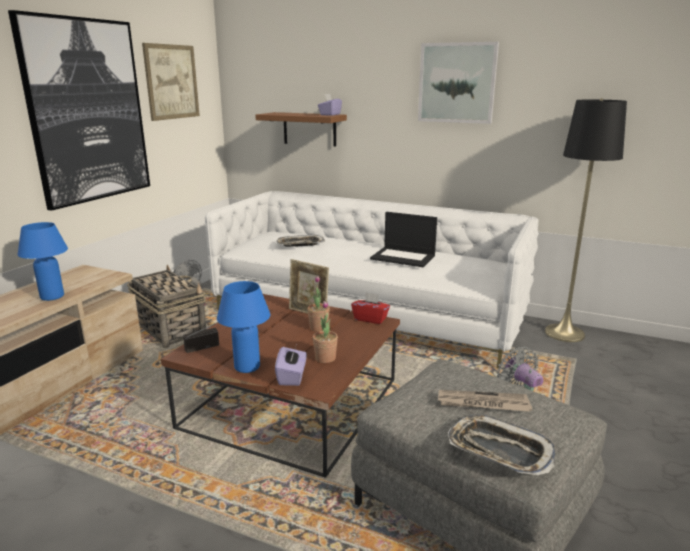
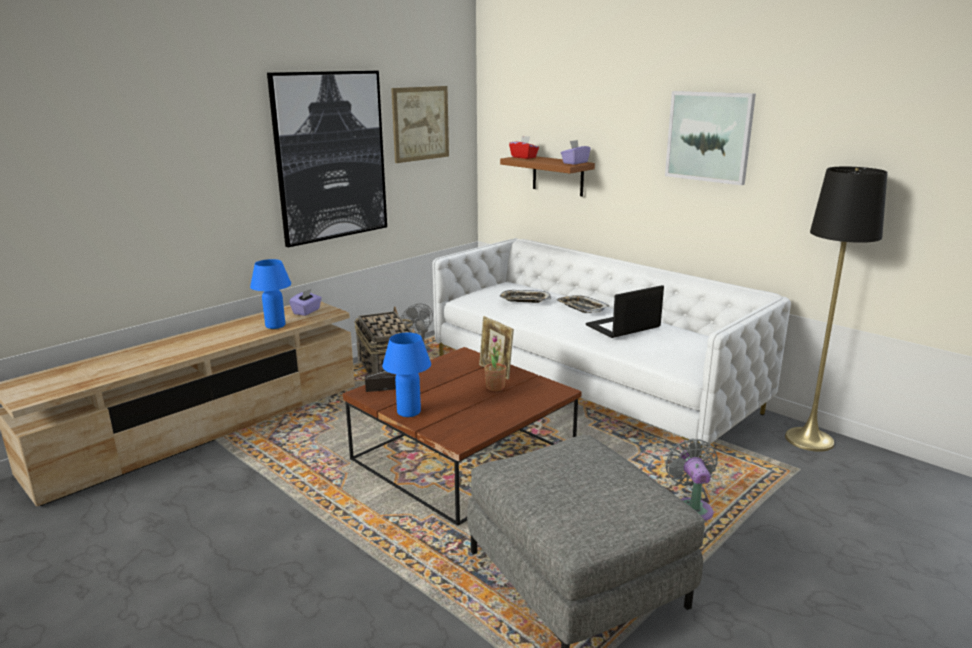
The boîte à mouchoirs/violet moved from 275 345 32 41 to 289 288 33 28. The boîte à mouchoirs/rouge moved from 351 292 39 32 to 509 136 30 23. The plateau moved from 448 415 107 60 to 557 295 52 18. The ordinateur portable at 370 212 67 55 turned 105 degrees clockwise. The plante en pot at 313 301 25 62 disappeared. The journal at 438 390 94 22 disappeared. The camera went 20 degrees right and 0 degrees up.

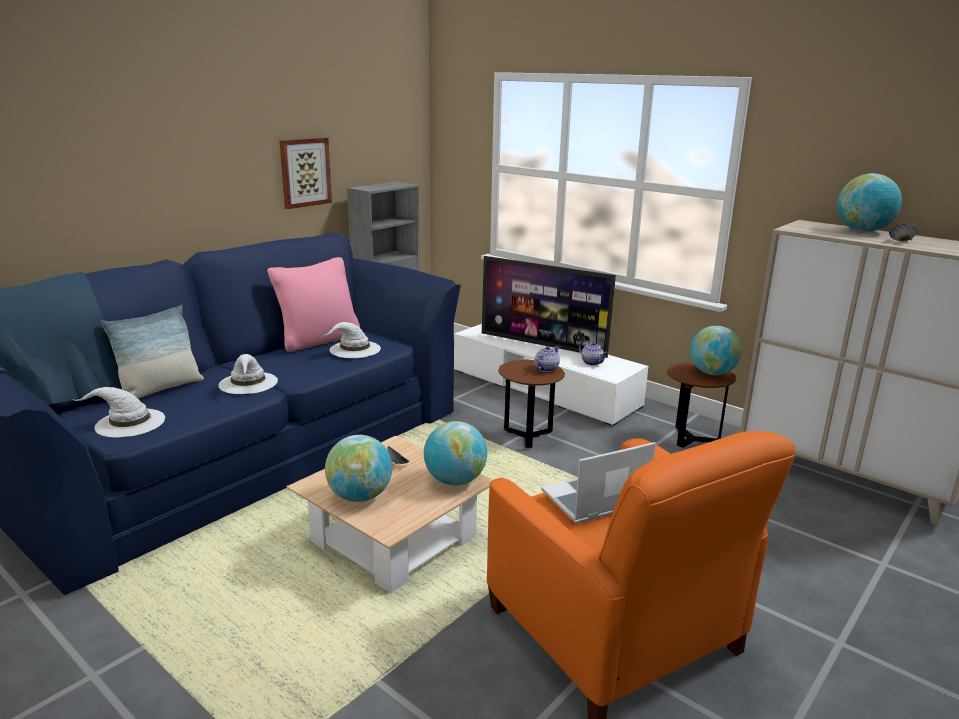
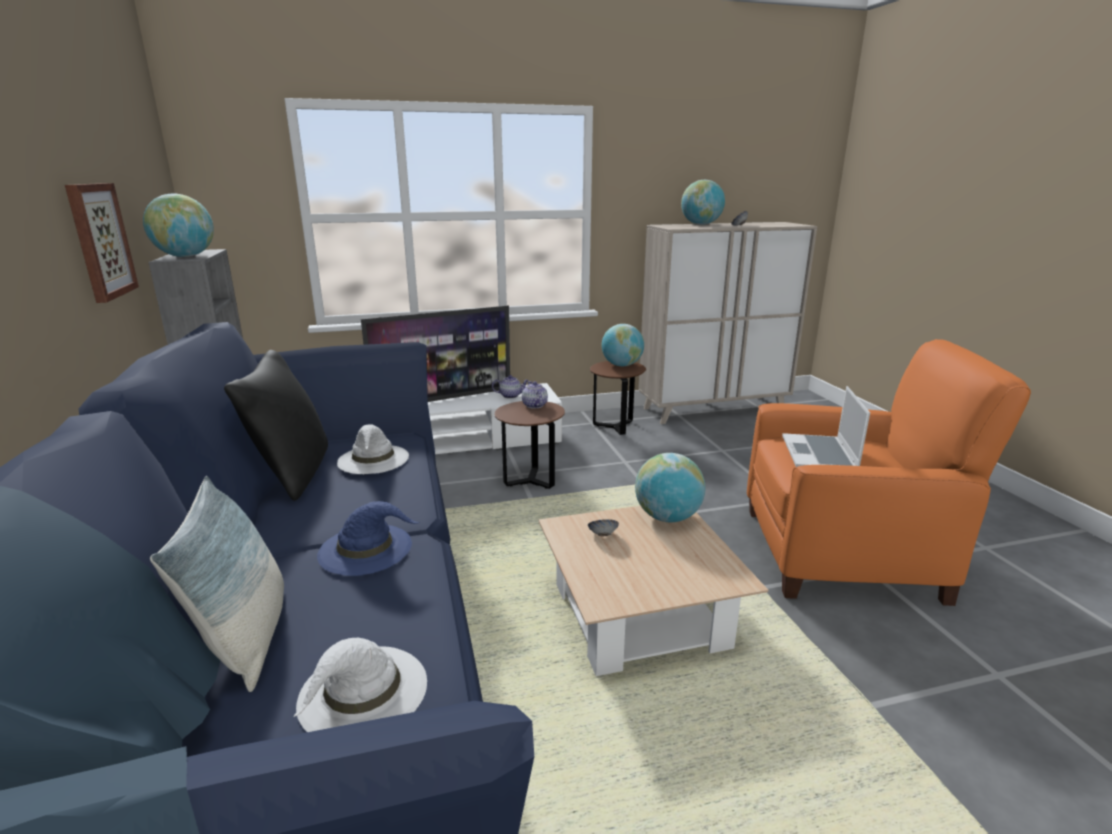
The globe moved from 325 435 67 67 to 143 193 71 64. The coussin/rose at 267 257 94 95 became the coussin/noir at 224 350 104 151. The chapeau/blanc at 218 354 60 40 became the chapeau/bleu at 317 501 103 75. The camera went 55 degrees left and 0 degrees up.

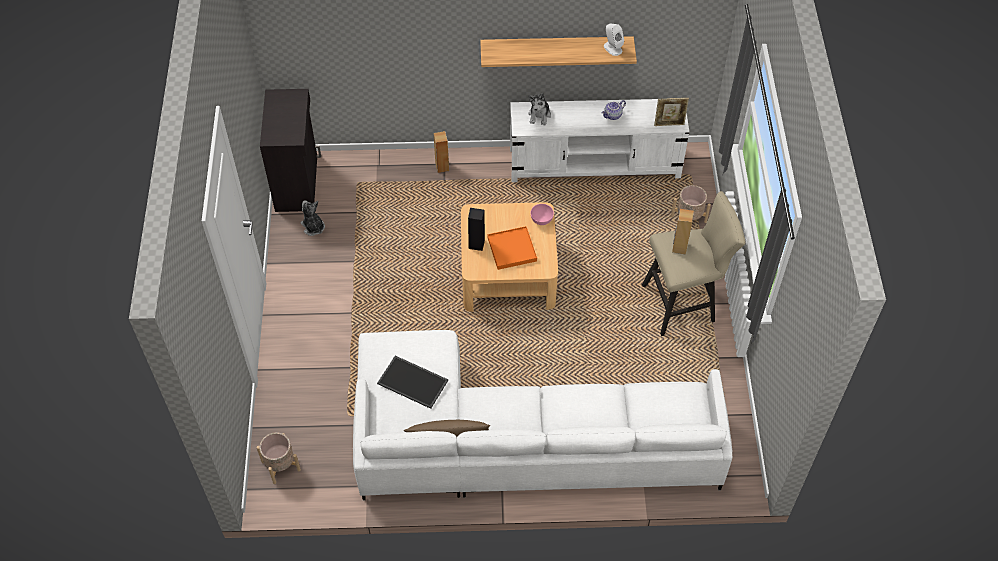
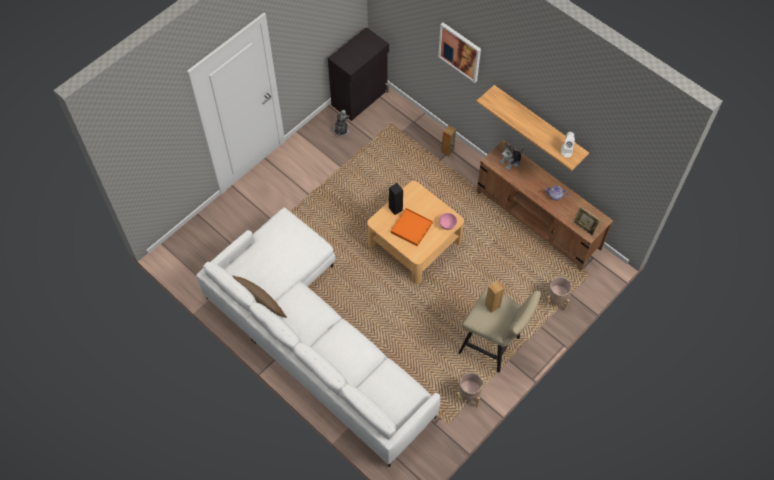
The tableau at 438 23 43 60 appeared. The cache-pot/beige moved from 257 432 44 52 to 456 372 28 35. The meuble télé/blanc at 510 99 179 83 became the meuble télé/marron at 476 140 137 131. The plateau at 377 356 71 53 disappeared. The camera went 45 degrees right and 5 degrees up.

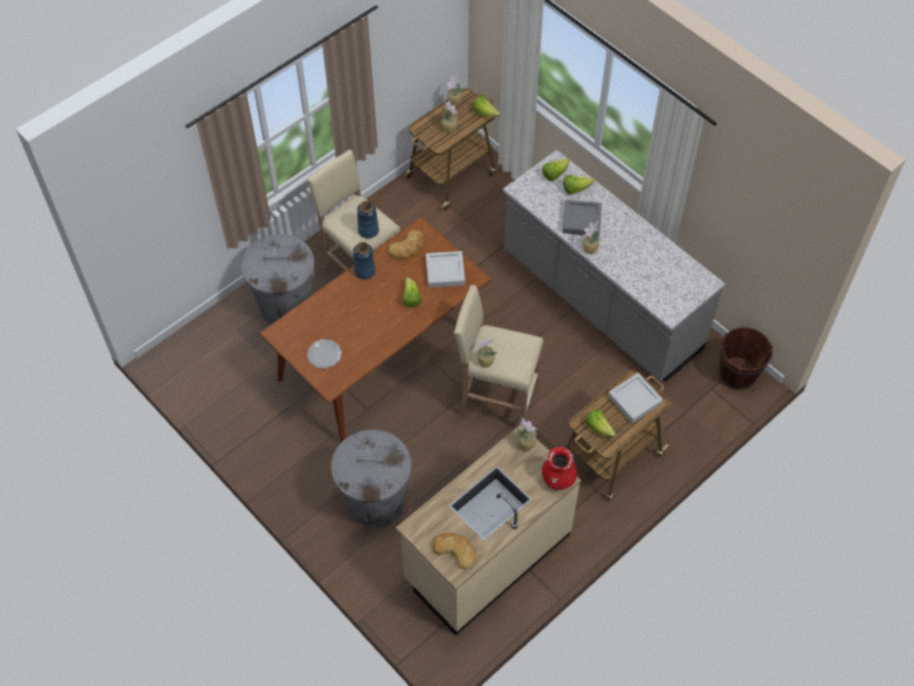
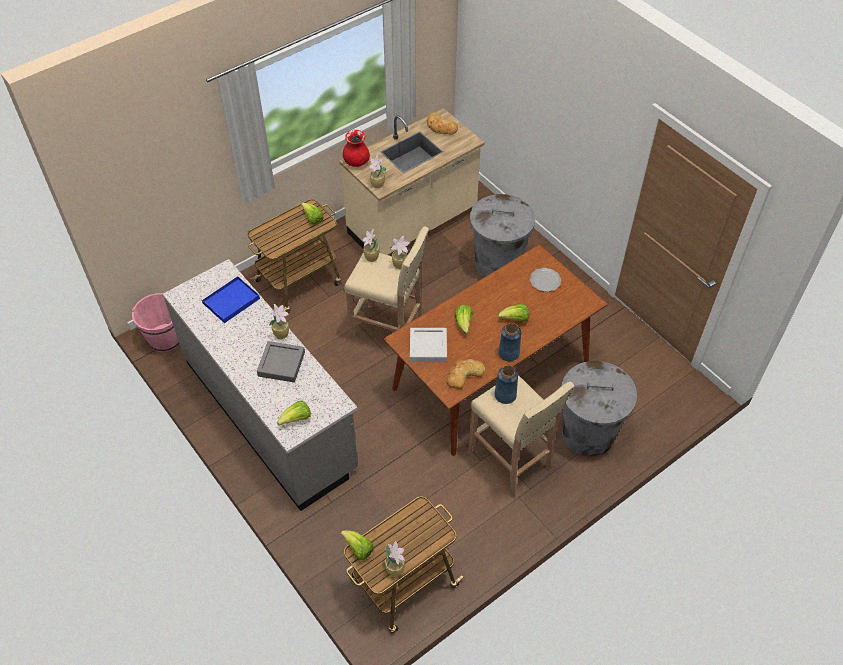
The seau/marron at 719 327 54 63 became the seau/rose at 132 293 47 59. The plateau/bleu at 201 275 59 48 appeared. The plante en pot moved from 441 100 17 33 to 362 229 17 33. The laitue moved from 563 175 31 19 to 498 304 31 18. The plateau/gris at 608 373 55 50 disappeared. The camera went 175 degrees left and 5 degrees down.

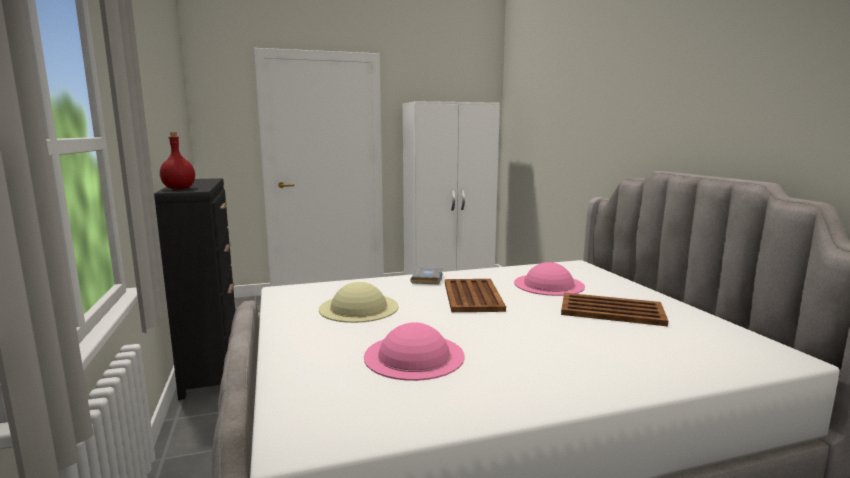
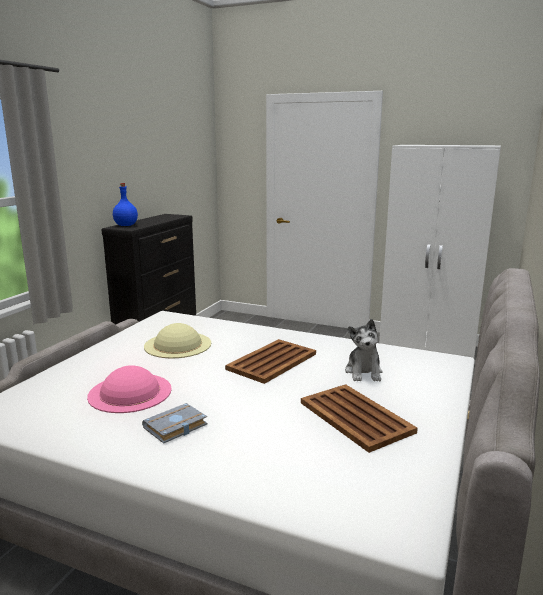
The bouteille/rouge at 160 132 35 57 became the bouteille/bleu at 113 183 25 43. The livre/gris moved from 410 267 33 17 to 142 403 66 41. The chapeau/rose at 514 262 71 34 was replaced by the peluche at 345 319 38 62. The camera went 40 degrees right and 5 degrees up.

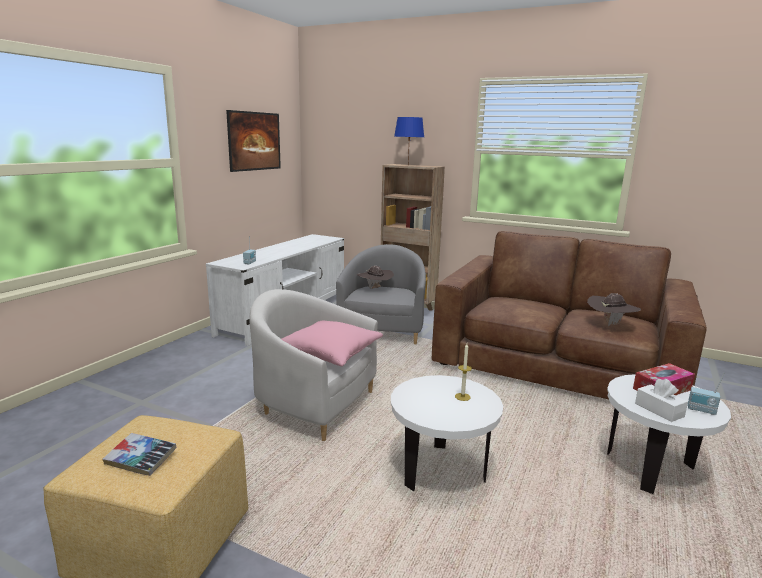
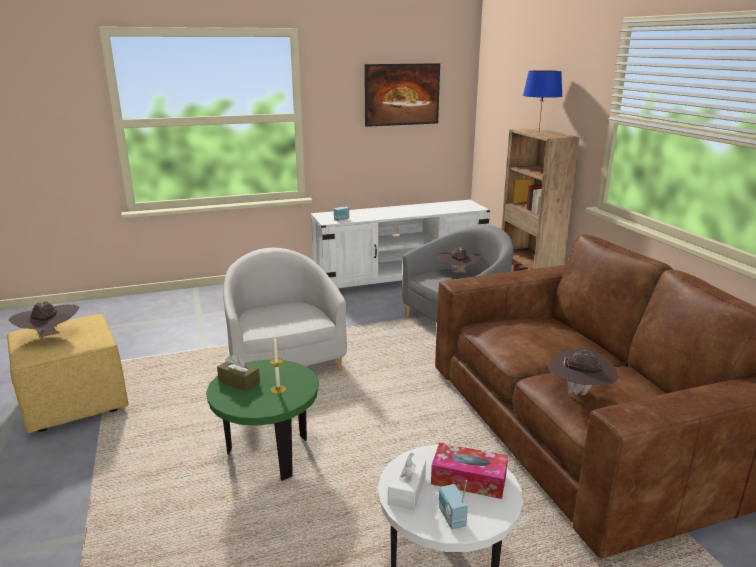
The livre at 102 433 75 43 was replaced by the chapeau/marron at 8 301 71 36. The table d'appoint/blanc at 391 375 112 116 became the table d'appoint/vert at 206 359 113 122. The boîte à mouchoirs/marron at 217 354 43 38 appeared. The coussin/rose at 282 321 101 45 disappeared. The camera went 45 degrees right and 5 degrees up.

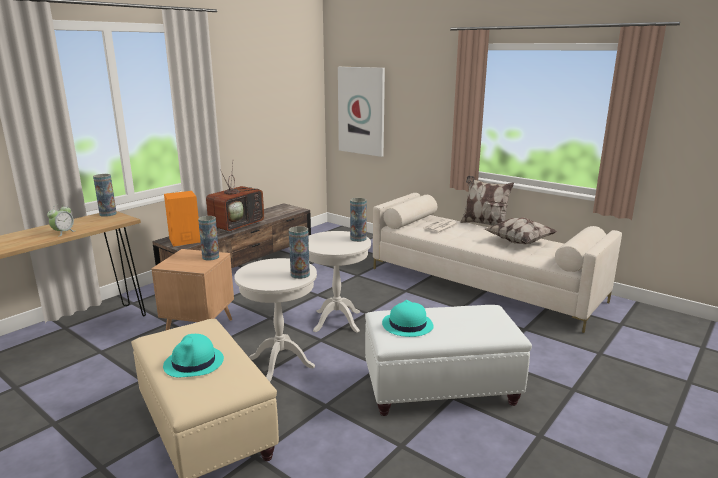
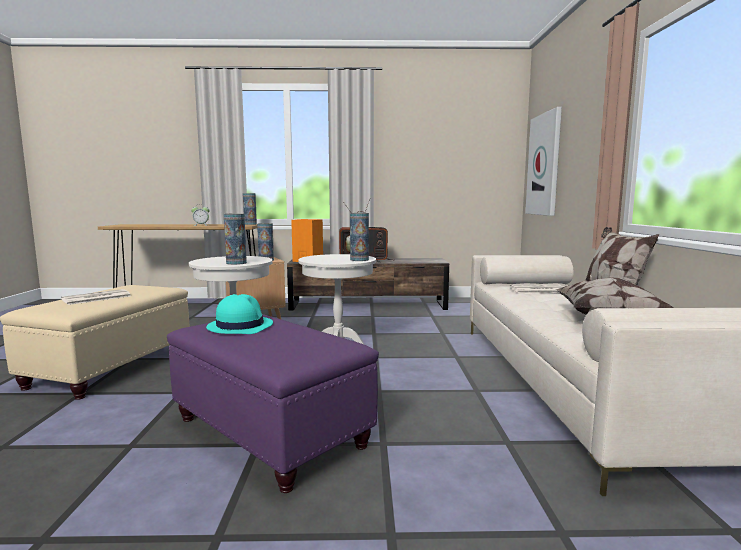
The chapeau/turquoise at 163 334 61 43 was replaced by the journal at 61 289 69 16. The pouf/blanc at 365 305 167 111 became the pouf/violet at 167 314 212 179. The camera went 50 degrees right and 10 degrees down.

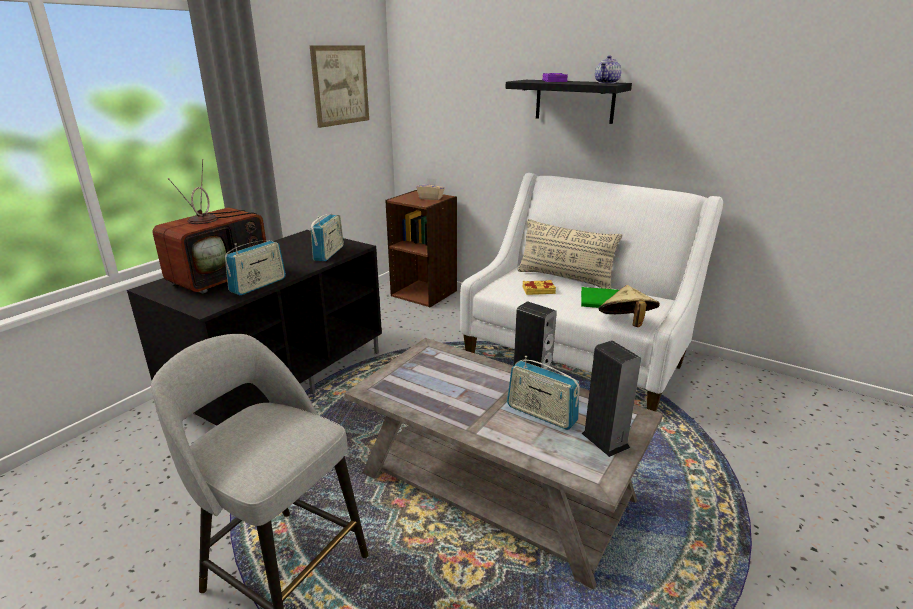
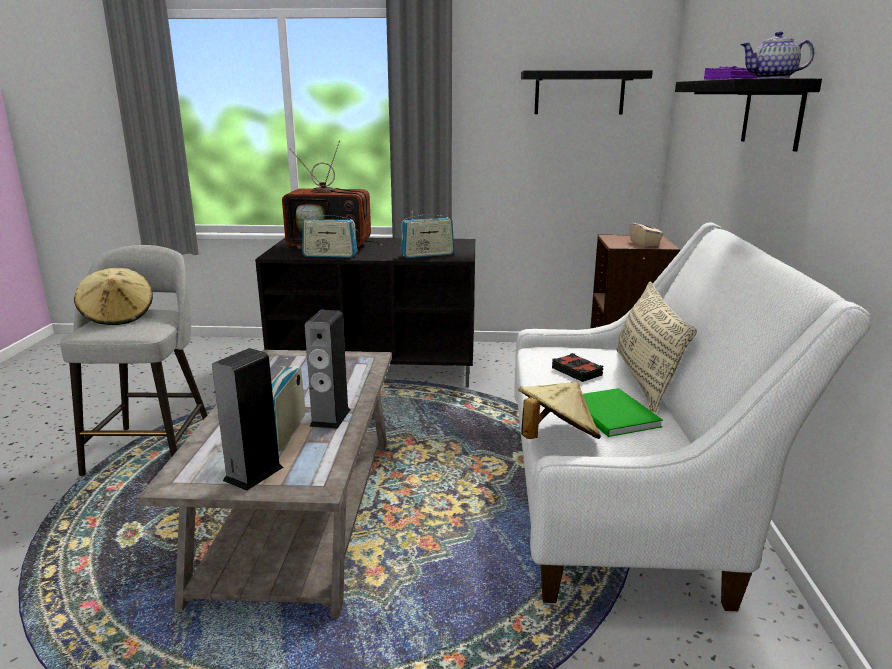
The chapeau/beige at 74 268 79 57 appeared. The tableau at 310 45 59 83 was replaced by the étagère/noir at 521 70 132 44. The livre/jaune at 523 280 33 15 became the livre/noir at 552 353 51 29. The camera went 60 degrees right and 5 degrees down.

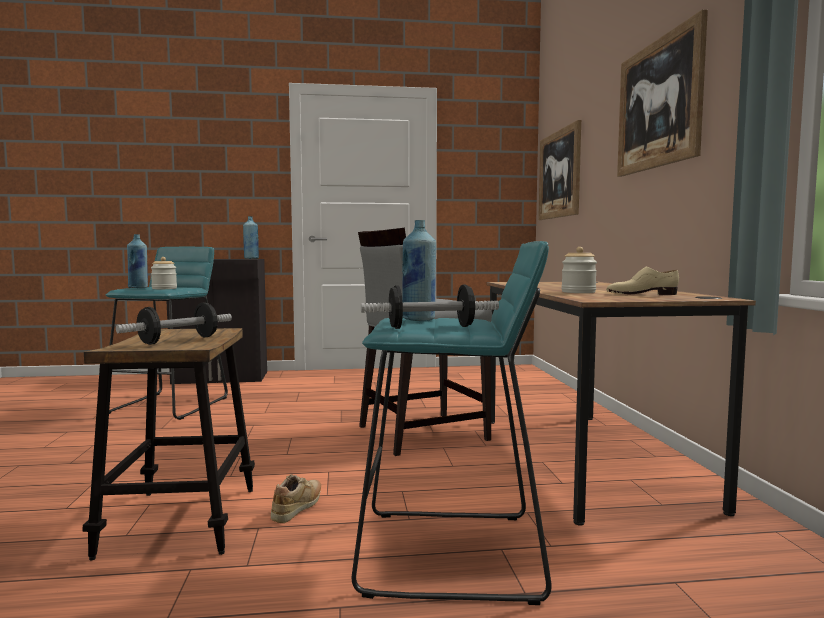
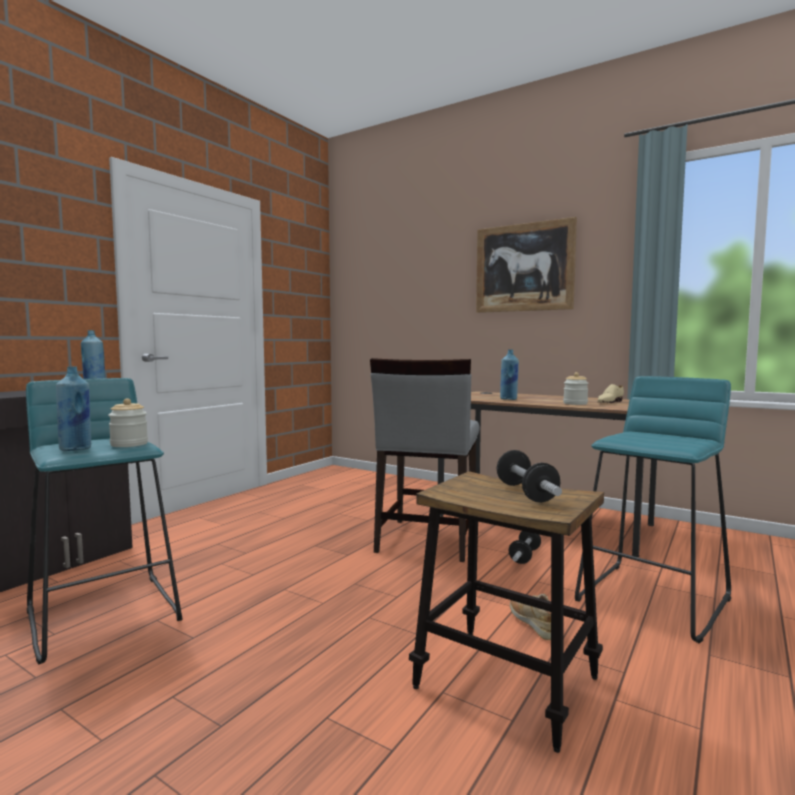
The bouteille/bleu moved from 402 220 34 101 to 500 350 19 50. The haltère moved from 361 285 138 44 to 508 531 33 33. The tableau at 538 120 43 100 disappeared. The camera went 50 degrees left and 0 degrees up.

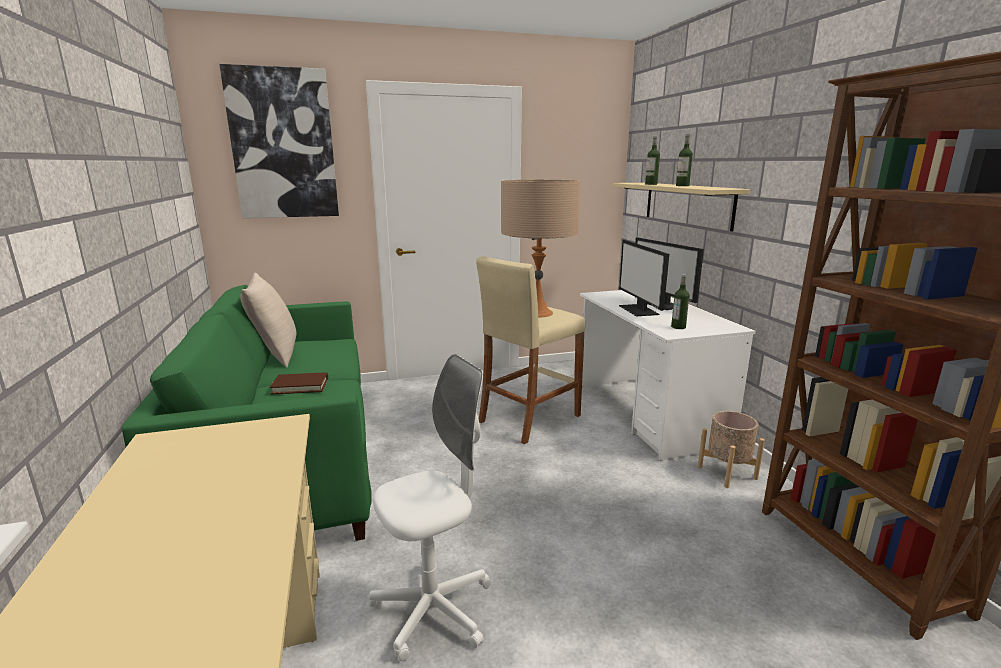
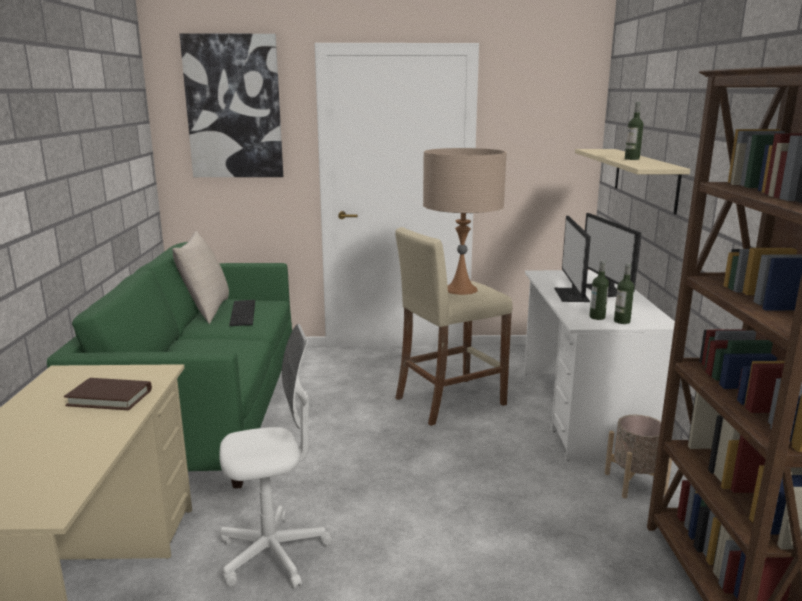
The livre/marron moved from 270 372 58 23 to 64 378 88 32. The clavier at 229 300 26 26 appeared. The bouteille moved from 645 136 15 49 to 614 263 20 61. The camera went 15 degrees right and 0 degrees up.

